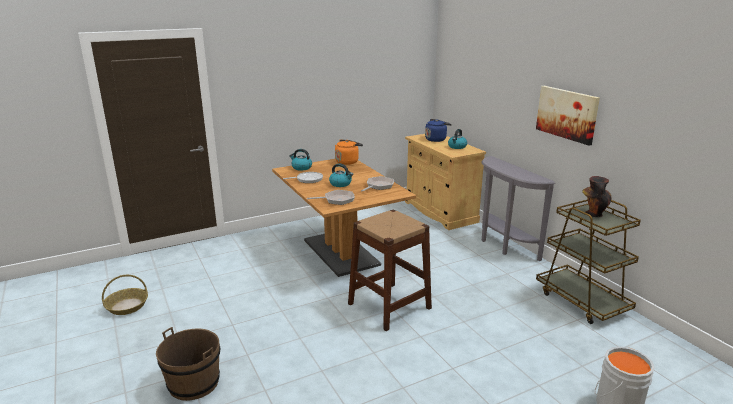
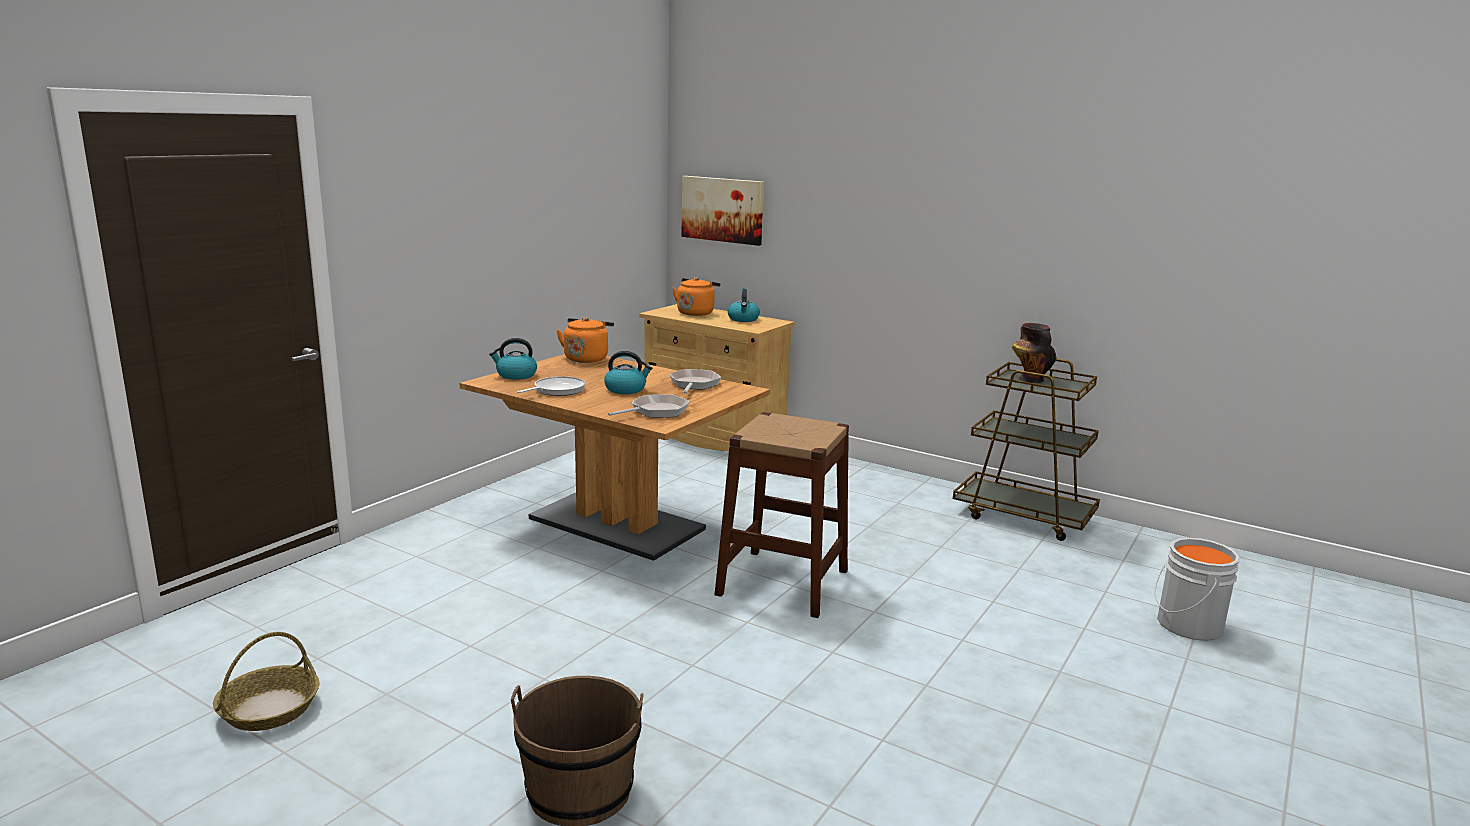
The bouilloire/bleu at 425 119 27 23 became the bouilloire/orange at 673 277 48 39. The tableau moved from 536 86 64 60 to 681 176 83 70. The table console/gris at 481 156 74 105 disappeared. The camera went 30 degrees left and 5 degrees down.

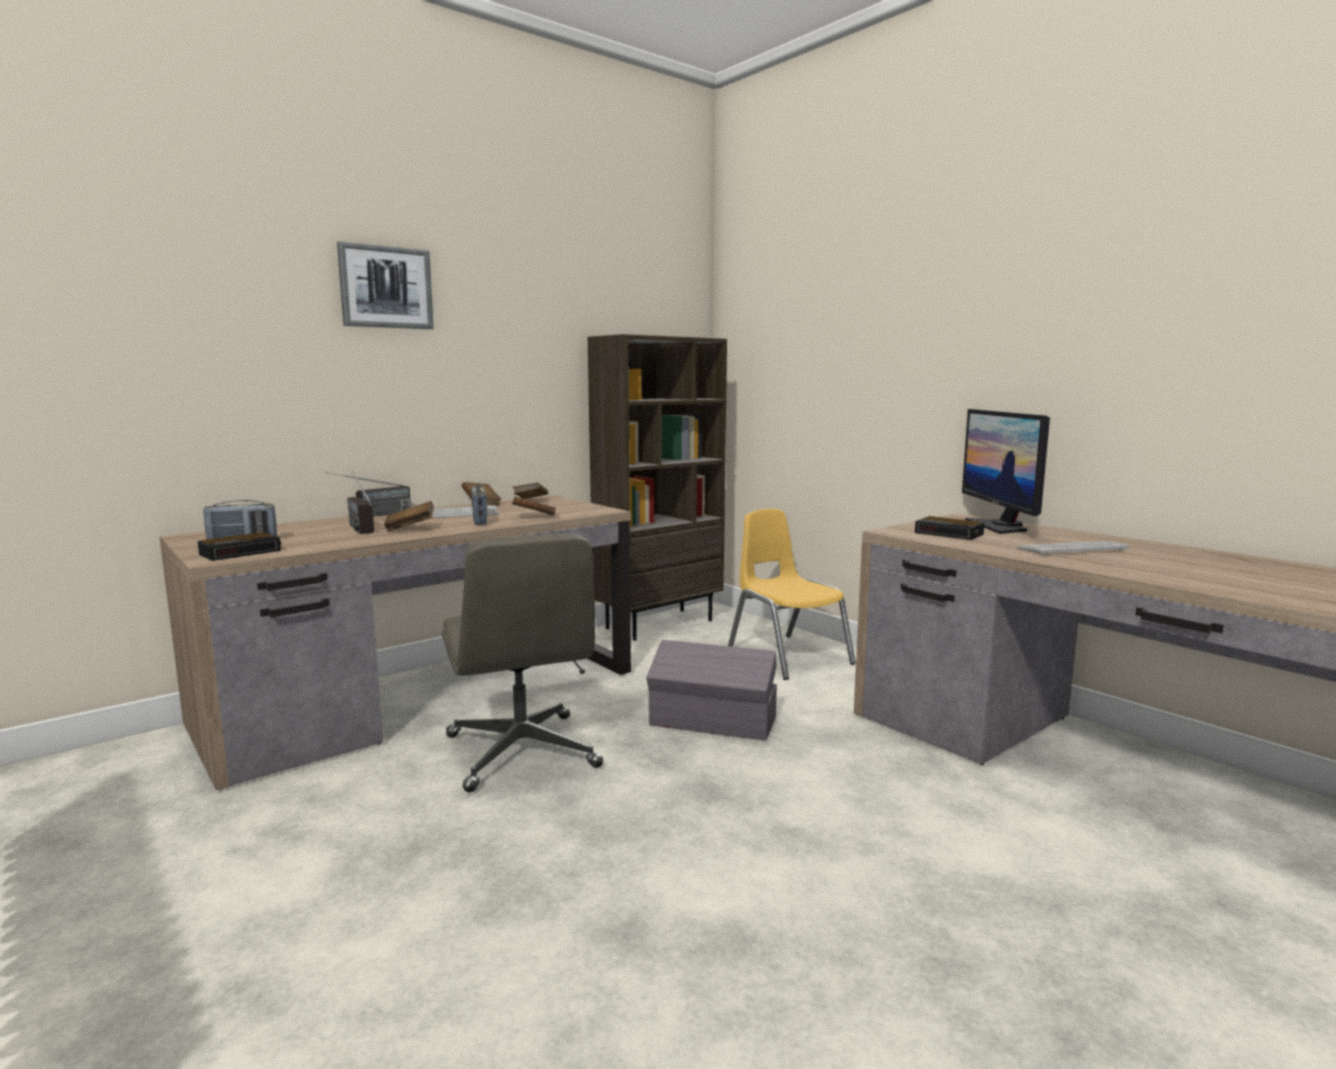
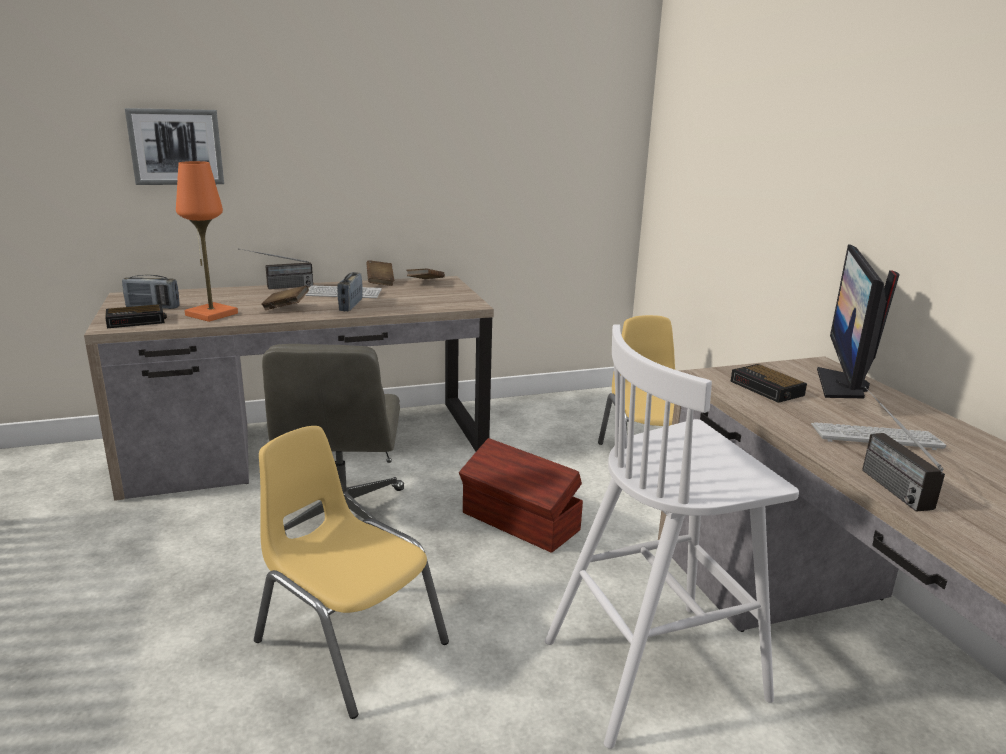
The tableau moved from 337 241 97 88 to 125 108 99 77. The lampe de table/orange at 176 161 62 161 appeared. The chaise/jaune at 254 426 195 293 appeared. The boîte de rangement/gris at 647 640 130 100 became the boîte de rangement/marron at 459 438 124 115. The tabouret/blanc at 545 324 254 425 appeared. The radio moved from 347 472 27 62 to 862 387 83 124. The livre/marron at 512 496 44 19 disappeared. The bibliothèque/marron at 588 334 139 307 disappeared. The camera went 20 degrees right and 10 degrees up.

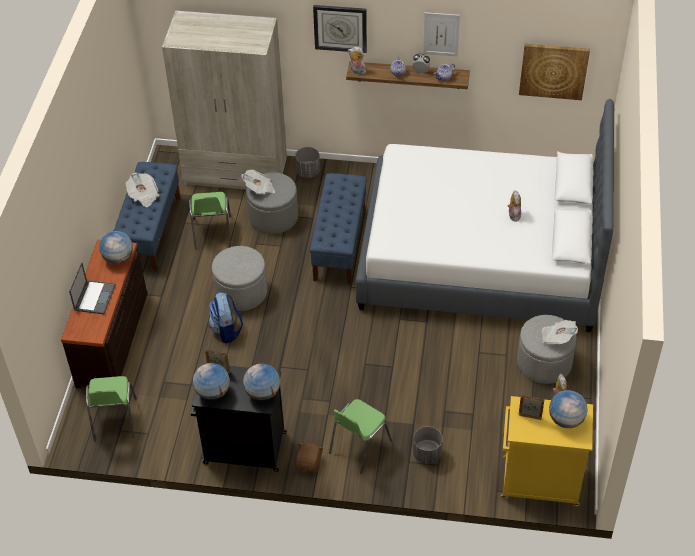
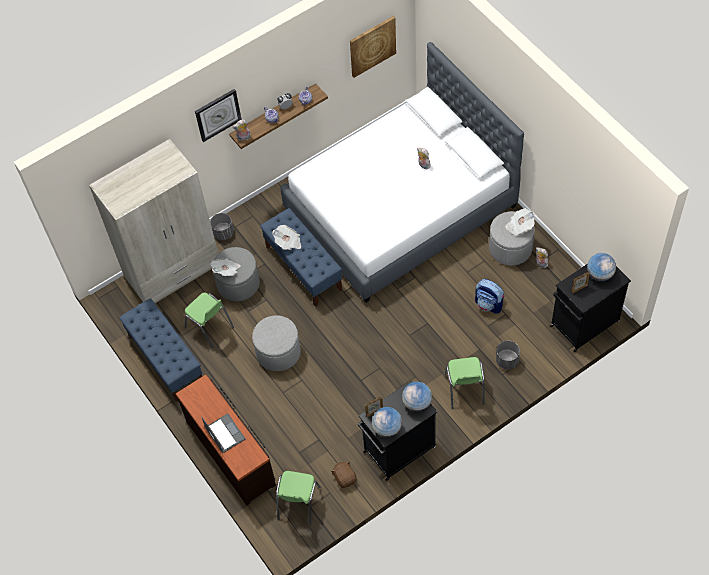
The journal moved from 126 172 34 35 to 272 225 29 25. The chaise/vert at 86 376 51 65 turned 60 degrees clockwise. The peluche/marron moved from 295 442 28 31 to 331 461 26 27. The sac à dos moved from 209 292 34 52 to 475 279 29 35. The meuble de rangement/jaune at 500 396 93 111 became the meuble de rangement/noir at 550 264 81 88. The globe at 99 231 34 33 disappeared. The tableau at 423 12 37 44 disappeared. The camera went 40 degrees left and 10 degrees up.

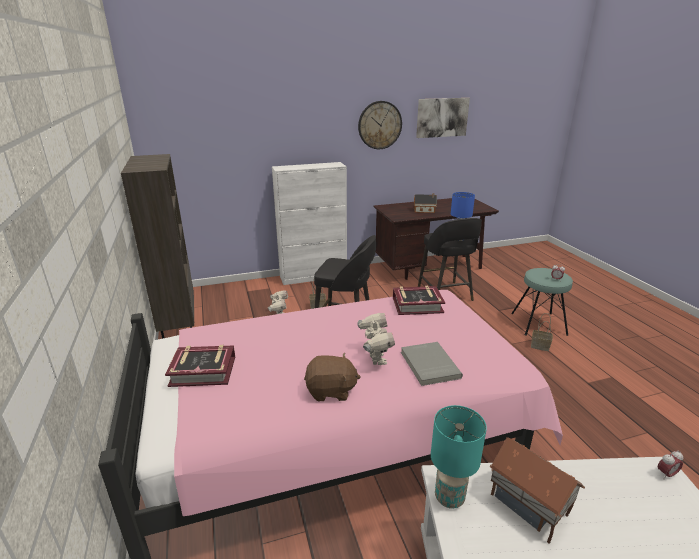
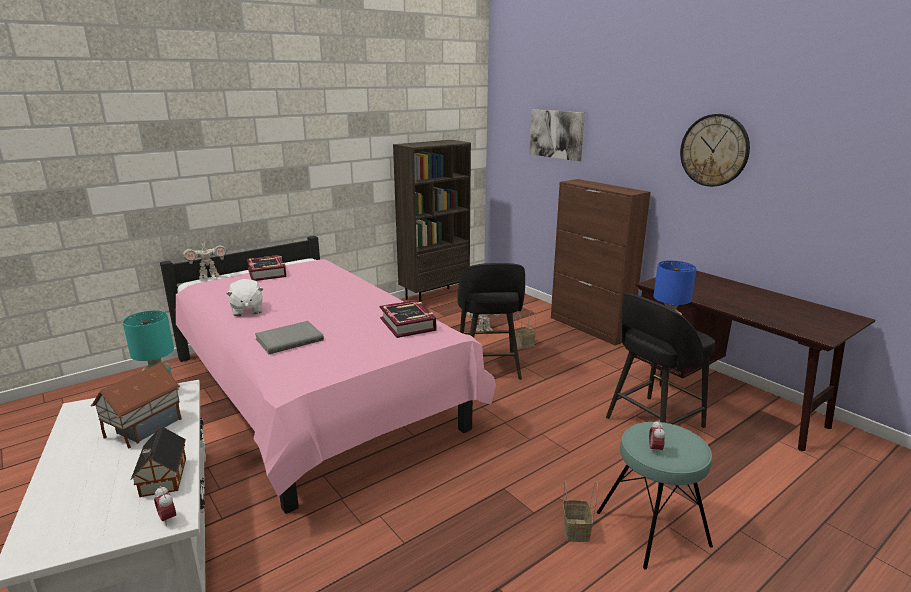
The maison miniature moved from 414 193 23 20 to 131 427 55 70. The robot jouet moved from 358 313 37 52 to 183 240 44 39. The peluche/marron at 304 353 57 48 became the peluche/blanc at 226 279 37 37. The tableau moved from 416 98 54 40 to 529 109 56 52. The meuble de rangement/blanc at 272 162 75 123 became the meuble de rangement/marron at 551 179 100 167. The camera went 70 degrees right and 5 degrees down.

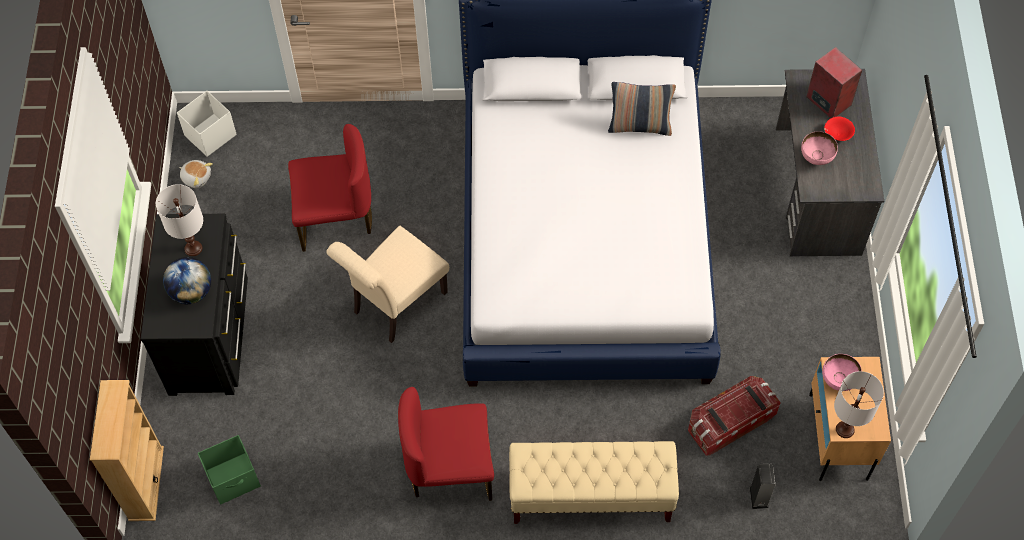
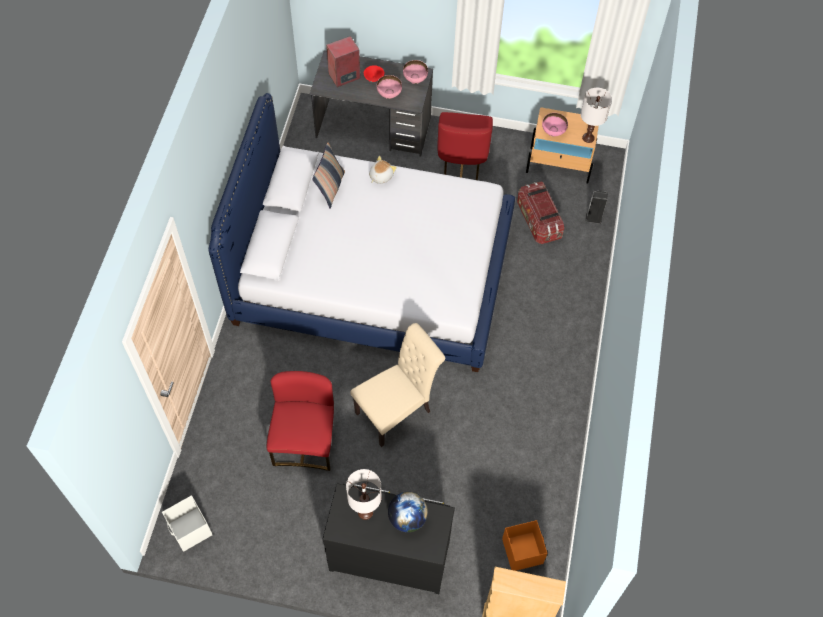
The chaise/beige at 326 226 123 117 turned 90 degrees counterclockwise. The peluche moved from 179 160 34 28 to 369 156 28 28. The bol/rose at 403 60 25 24 appeared. The chaise/rouge moved from 398 387 96 114 to 437 112 56 68. The boîte de rangement/vert at 198 435 63 69 became the boîte de rangement/orange at 502 520 45 51. The banc/beige at 509 441 170 83 disappeared. The camera went 80 degrees left and 0 degrees up.

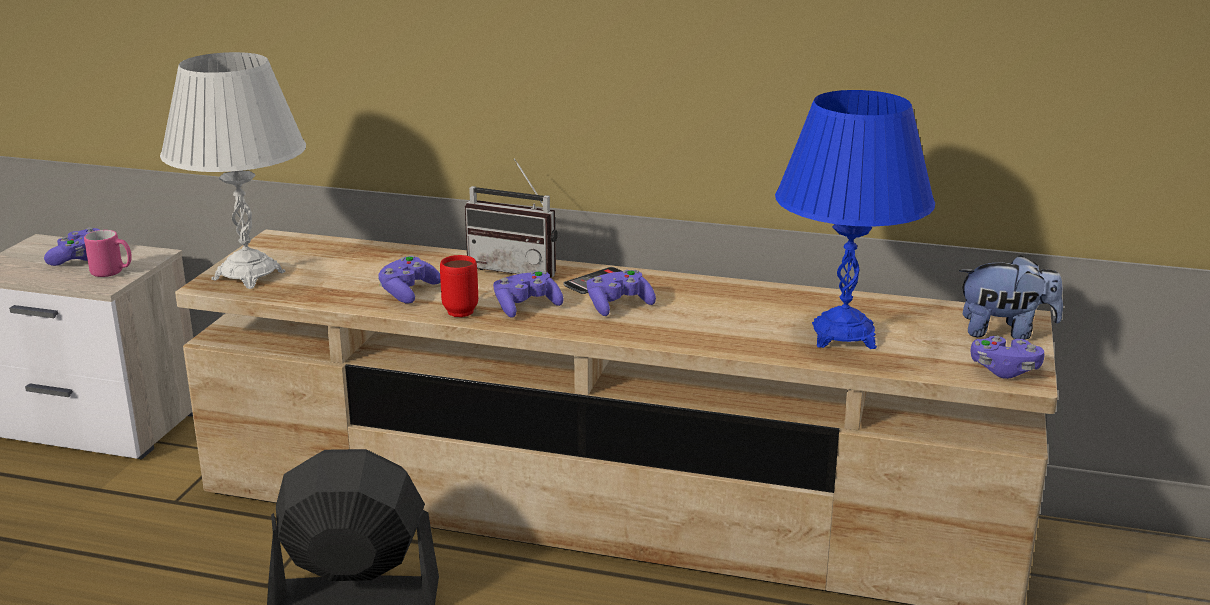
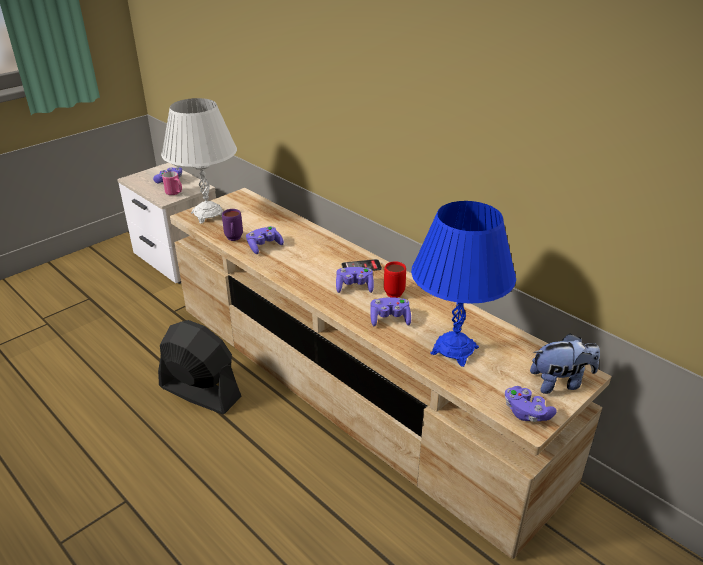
The mug/violet at 222 209 21 32 appeared. The manette/violet moved from 493 271 70 47 to 370 297 41 30. The mug/rouge moved from 440 255 38 62 to 384 261 22 37. The peluche at 959 255 104 85 turned 45 degrees counterclockwise. The radio at 465 158 93 120 disappeared. The camera went 30 degrees right and 10 degrees up.

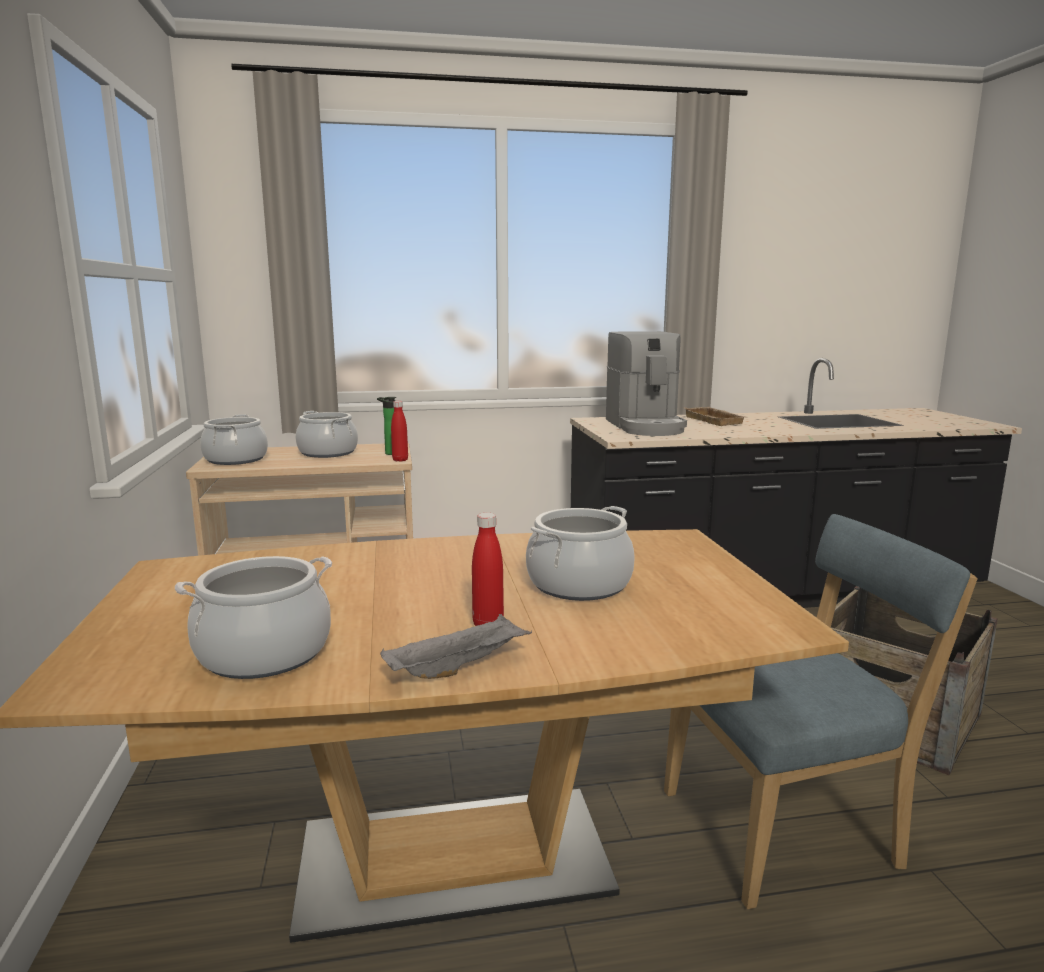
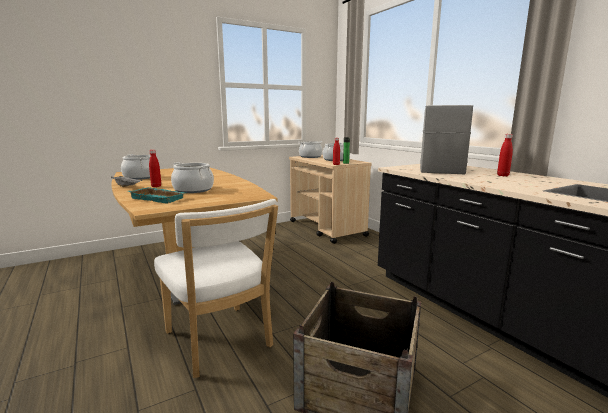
The plateau/turquoise at 129 187 56 16 appeared. The chaise/bleu at 664 514 314 395 became the chaise/blanc at 154 199 124 179. The machine à café at 606 331 81 105 turned 135 degrees clockwise. The plateau/beige at 683 407 66 19 was replaced by the bouteille/rouge at 497 134 16 42. The camera went 70 degrees right and 0 degrees up.

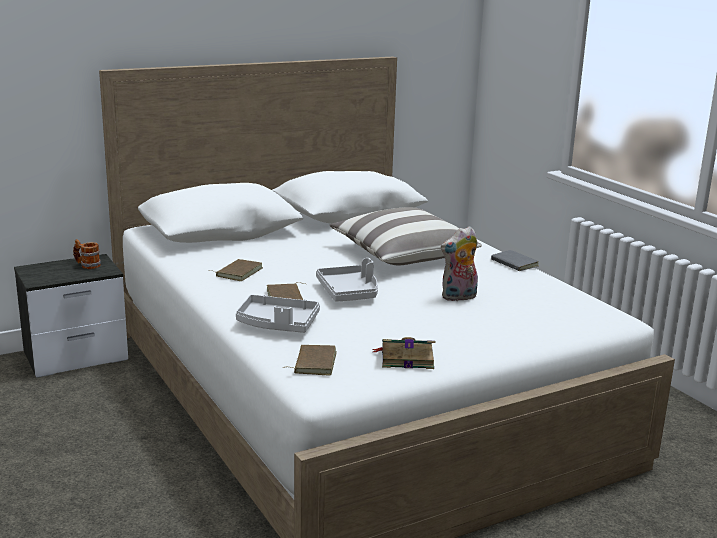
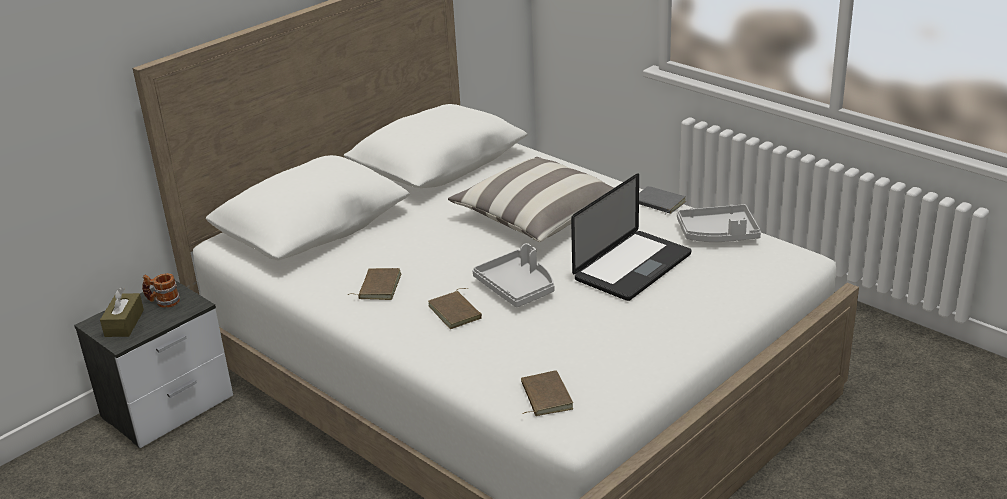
The boîte à mouchoirs/marron at 100 287 44 50 appeared. The peluche at 441 226 37 75 was replaced by the ordinateur portable at 571 173 120 128. The plateau/gris moved from 236 295 84 38 to 677 204 84 38. The livre at 373 337 63 32 disappeared. The camera went 15 degrees left and 10 degrees up.

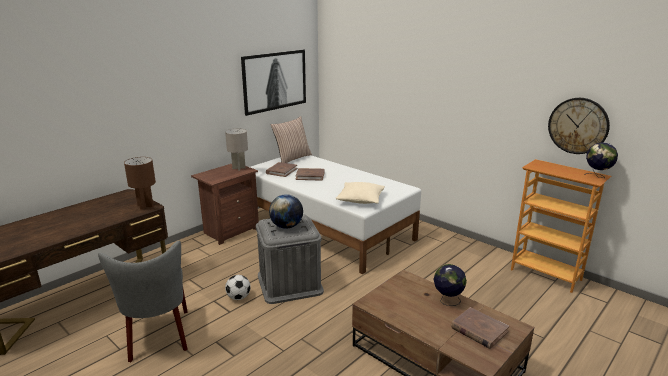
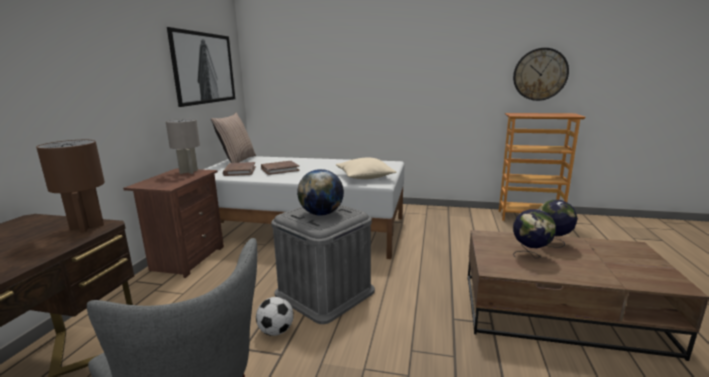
The globe moved from 586 142 32 36 to 513 209 43 50. The livre/marron at 451 307 58 42 disappeared. The camera went 30 degrees left and 5 degrees down.

